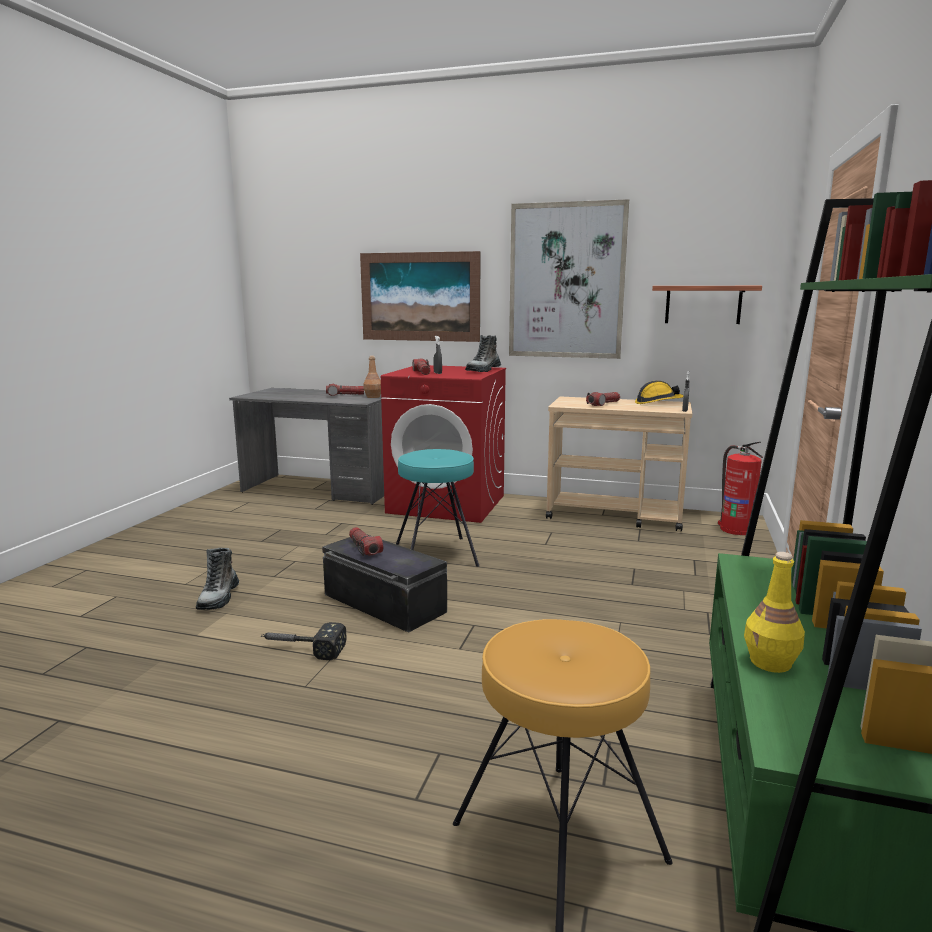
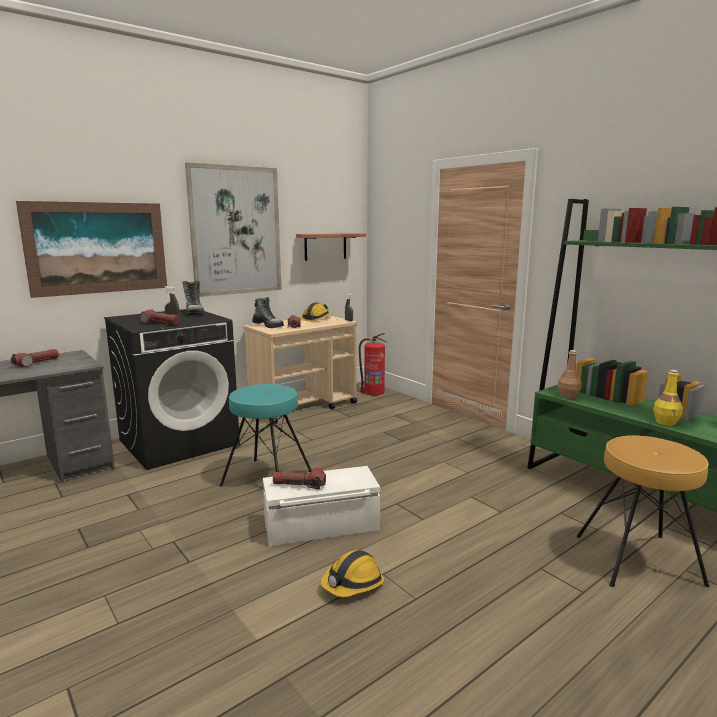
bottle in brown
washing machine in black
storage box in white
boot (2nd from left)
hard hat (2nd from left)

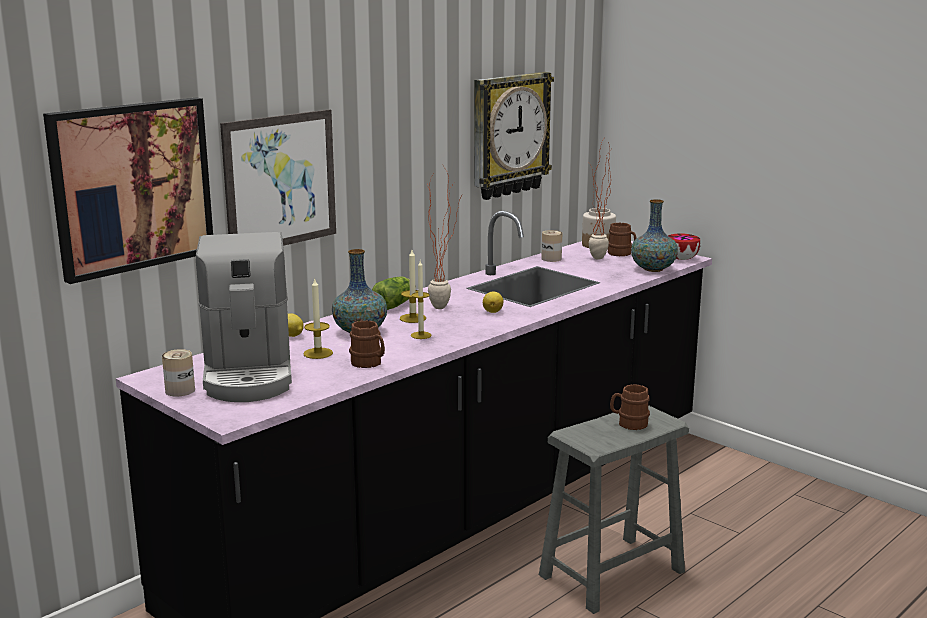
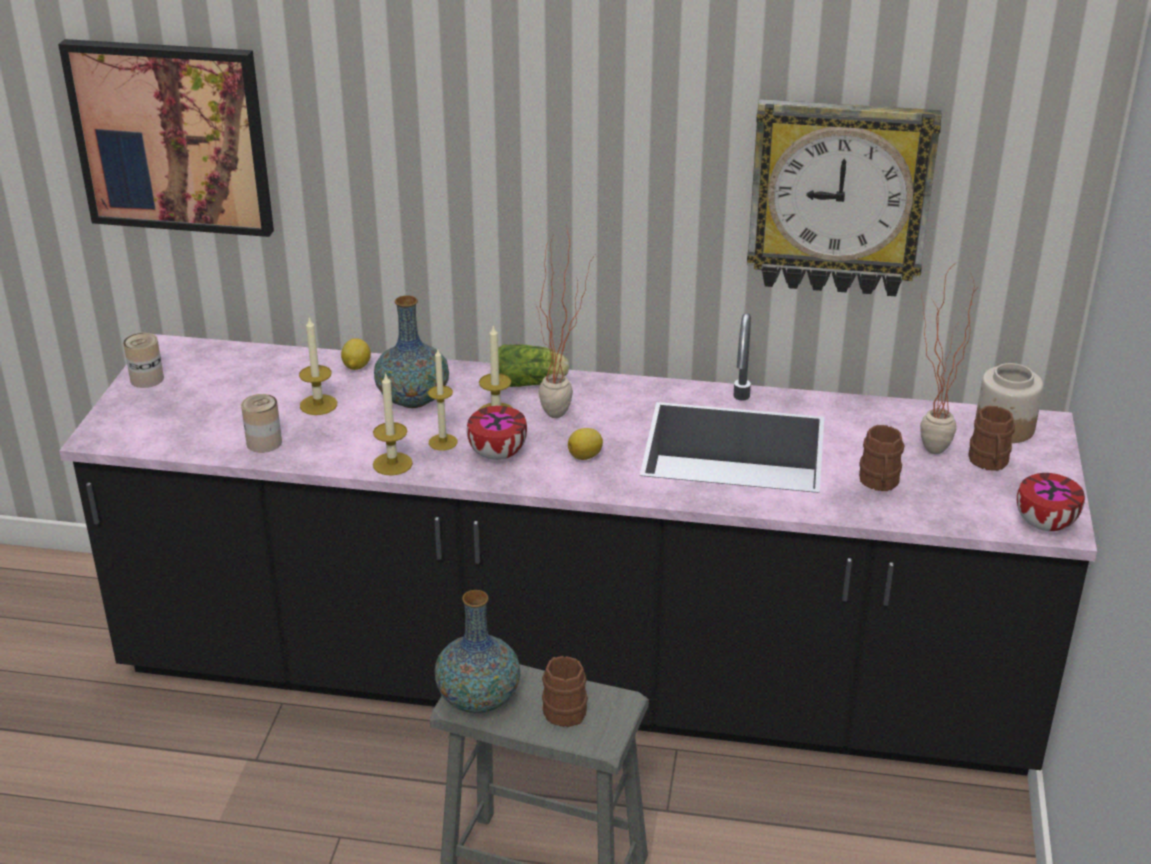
picture (2nd from left in the first image)
vase (2nd from left)
can (2nd from left)
coffee machine
mug in brown (2nd from left)
candle (2nd from left)
bowl (1st from left)

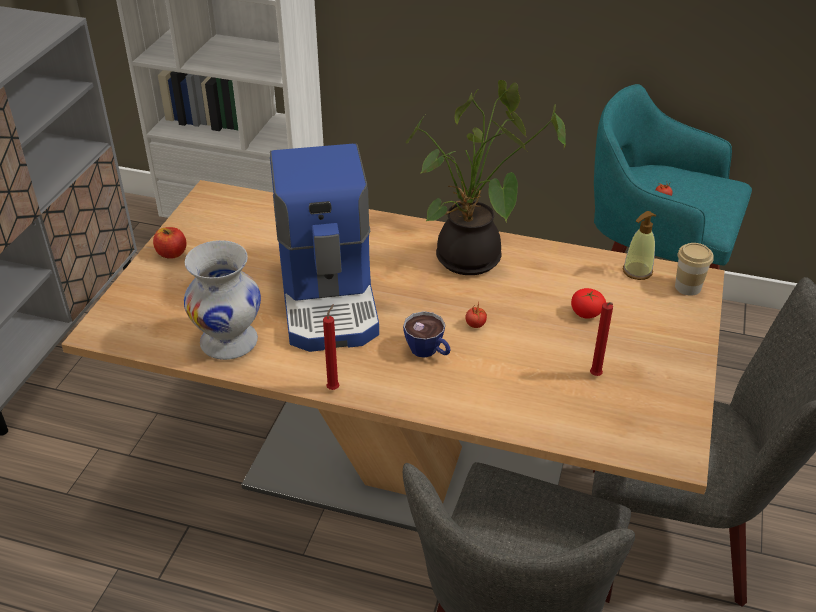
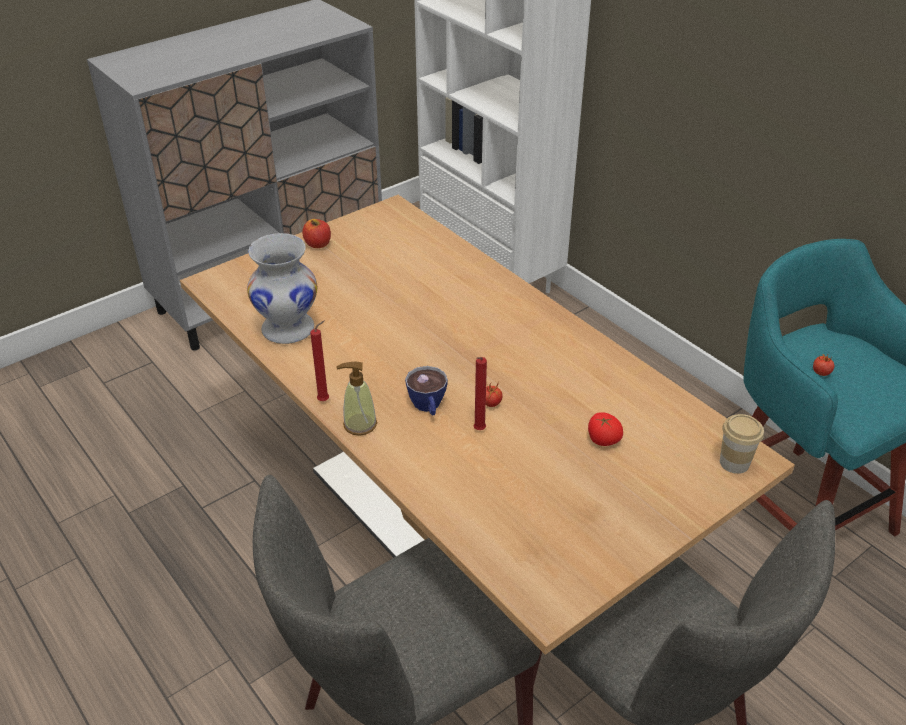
potted plant
coffee machine
soap dispenser
candle in red (2nd from left)

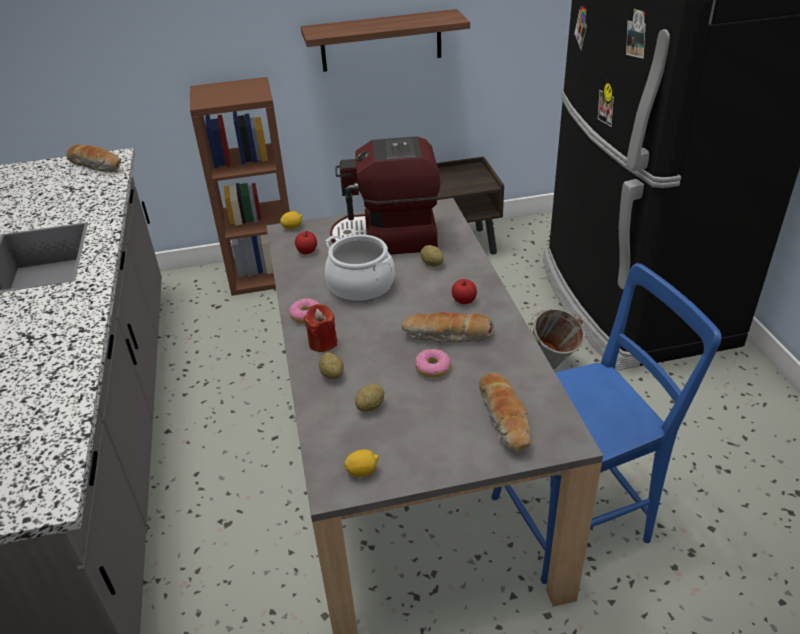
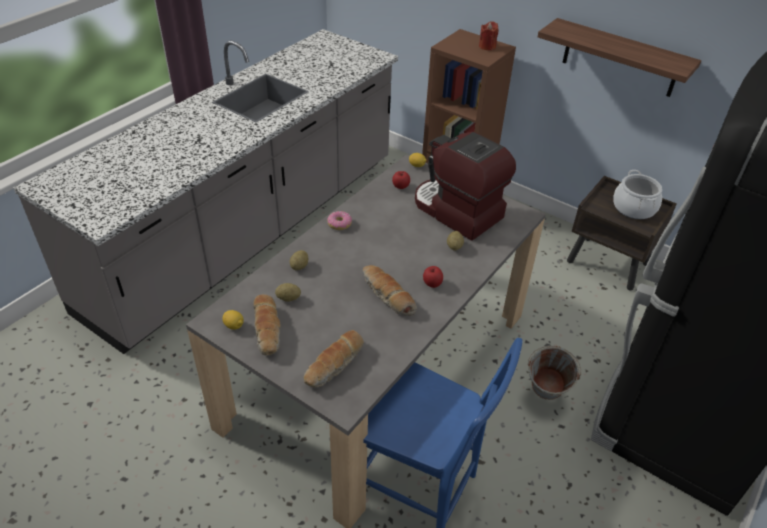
bread (1st from left)
cooking pot
candle in red
donut (2nd from left in the first image)

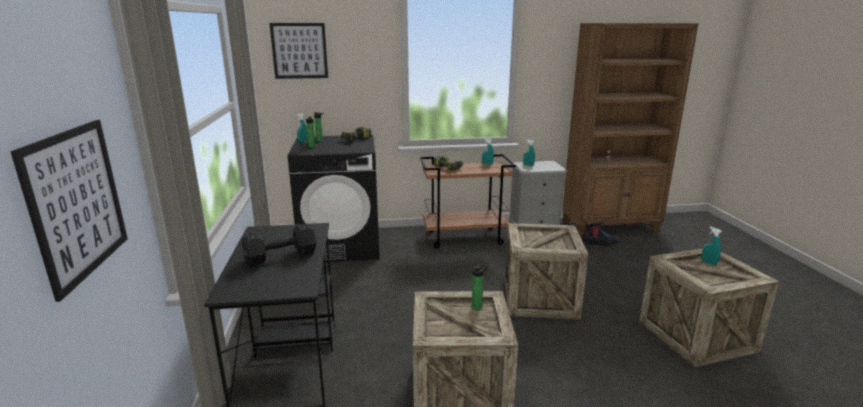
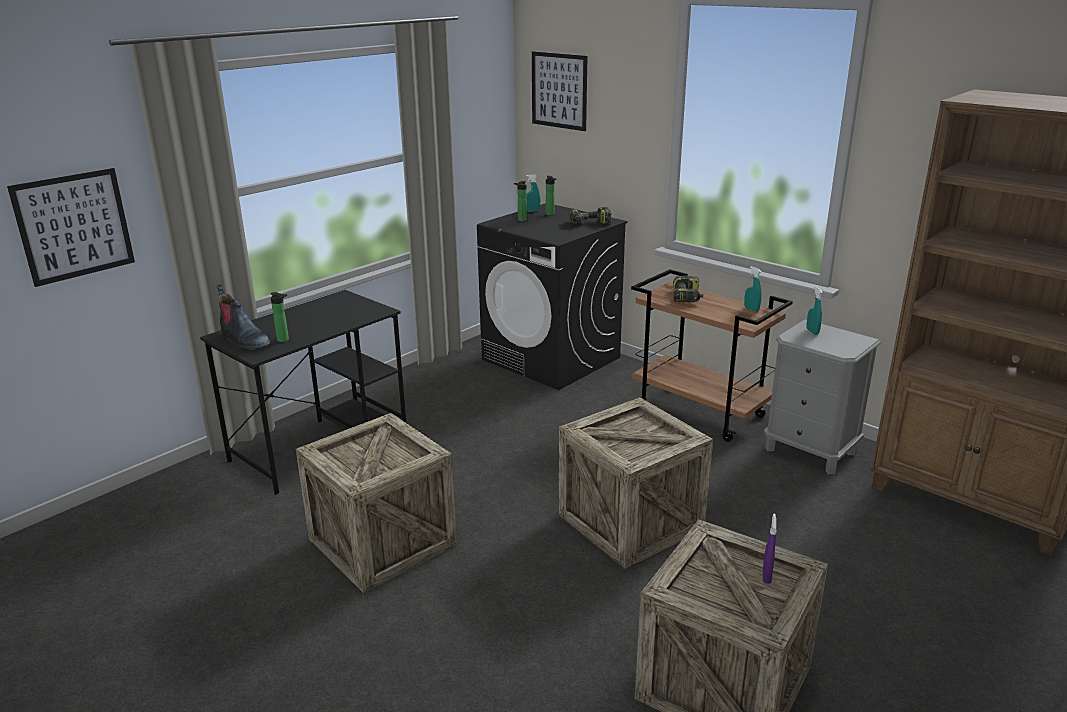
boot
dumbbell in black
spray bottle in purple
bottle (1st from left)

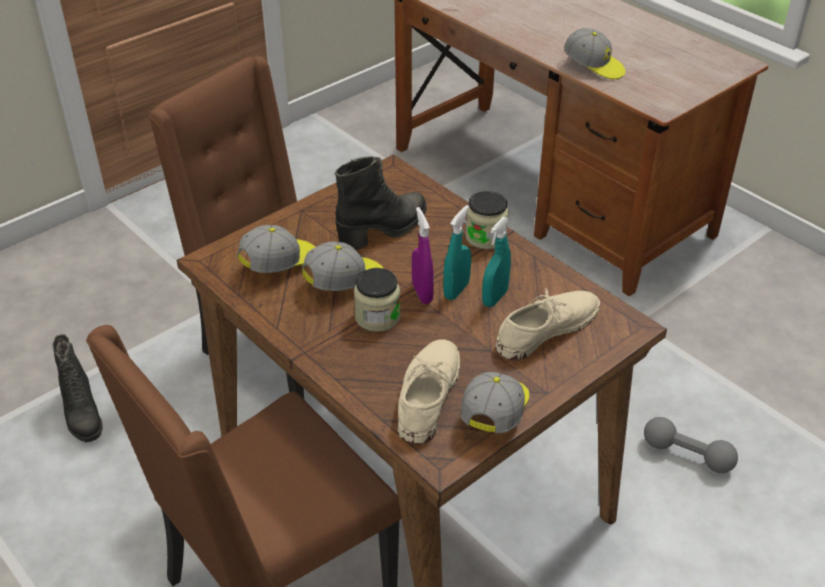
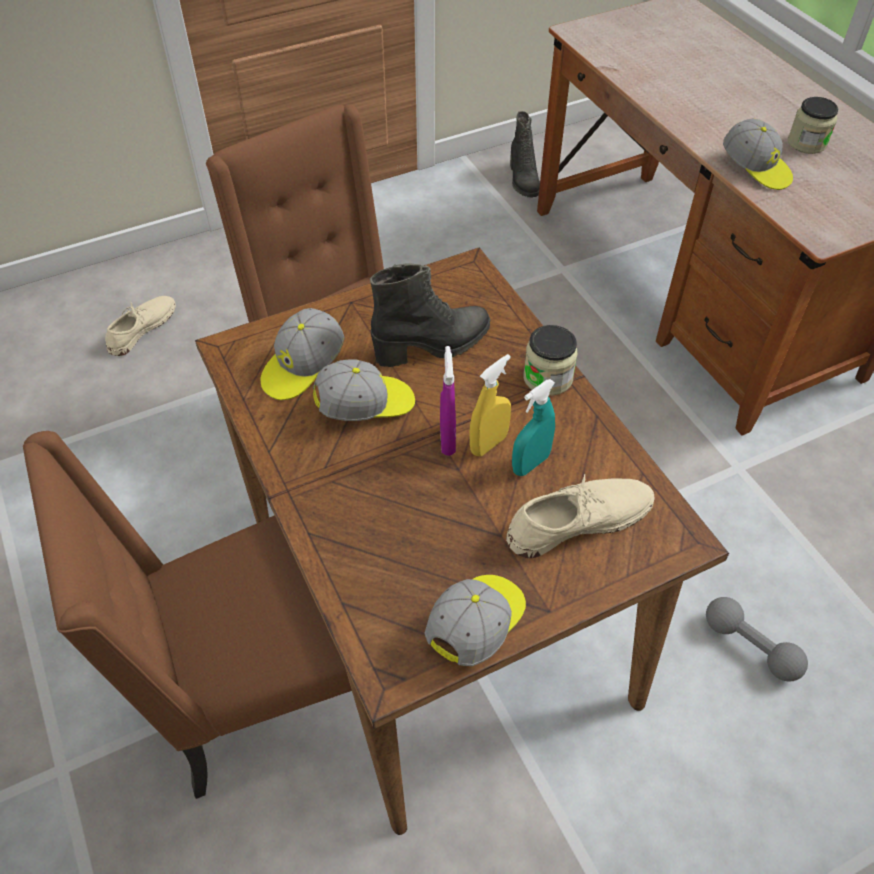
spray bottle in yellow
cap (1st from left)
jar (2nd from left)
boot in black (2nd from left)
shoe in beige (1st from left)

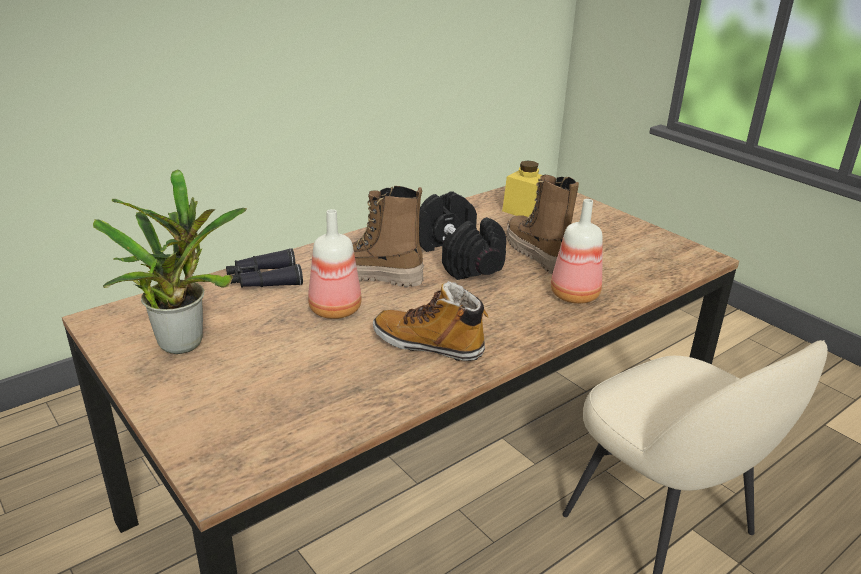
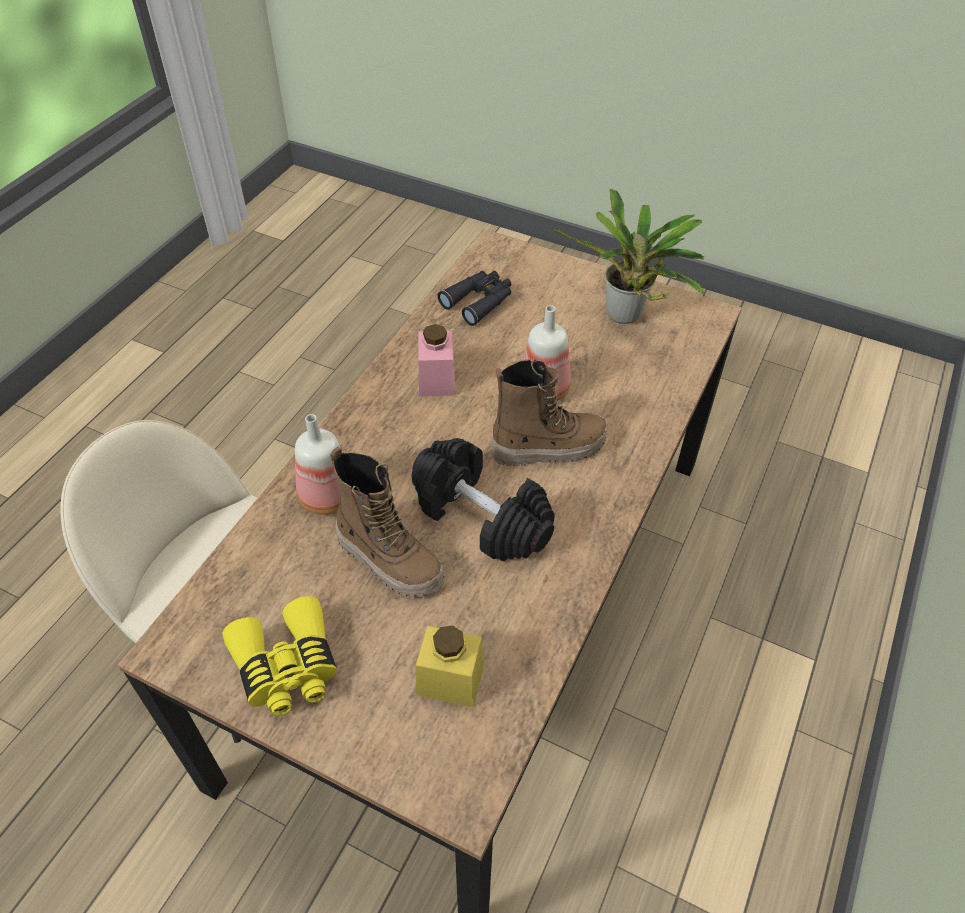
binoculars in black
jar in pink
binoculars in yellow

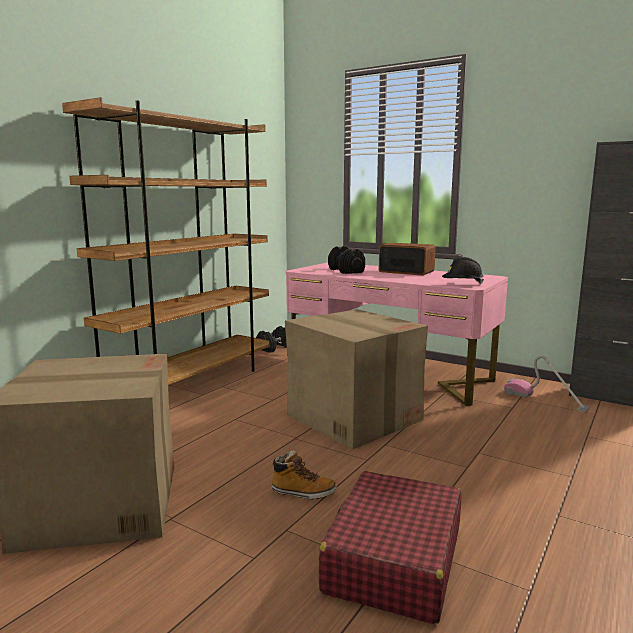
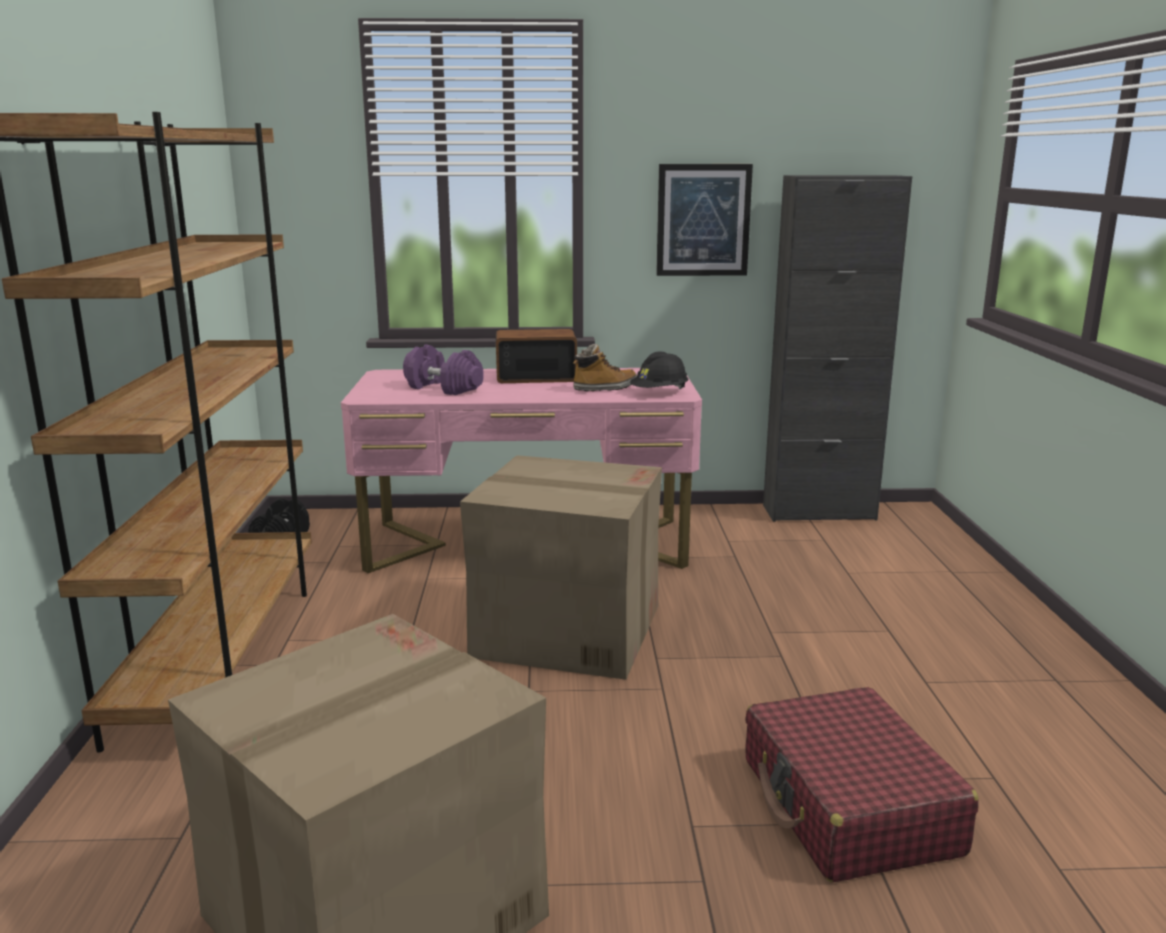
dumbbell in purple
vacuum cleaner
boot
picture

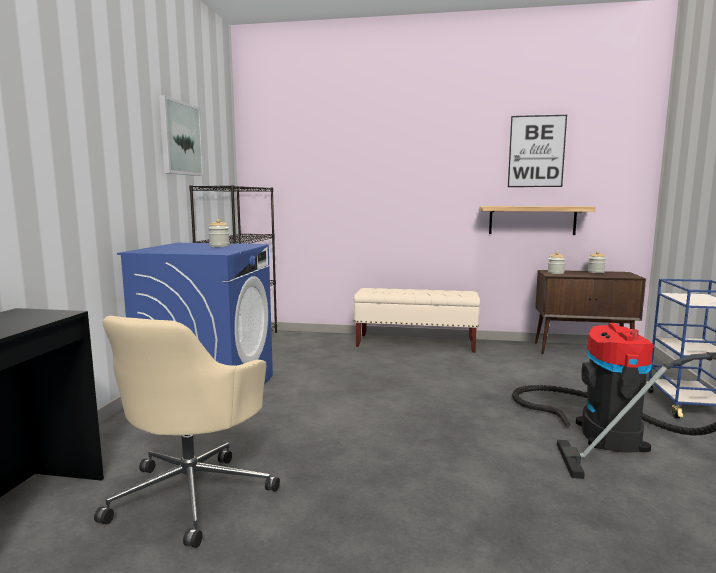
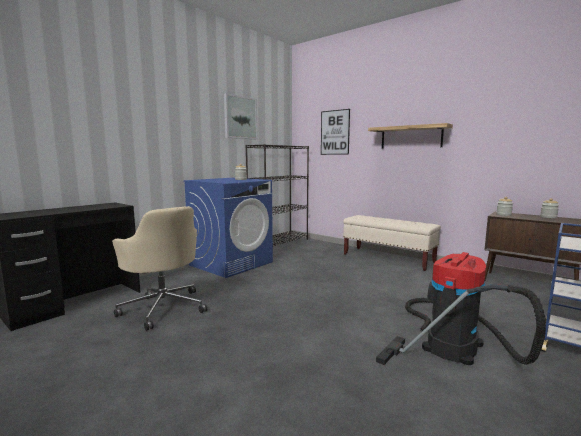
picture (2nd from left)
shelf
office chair in beige

